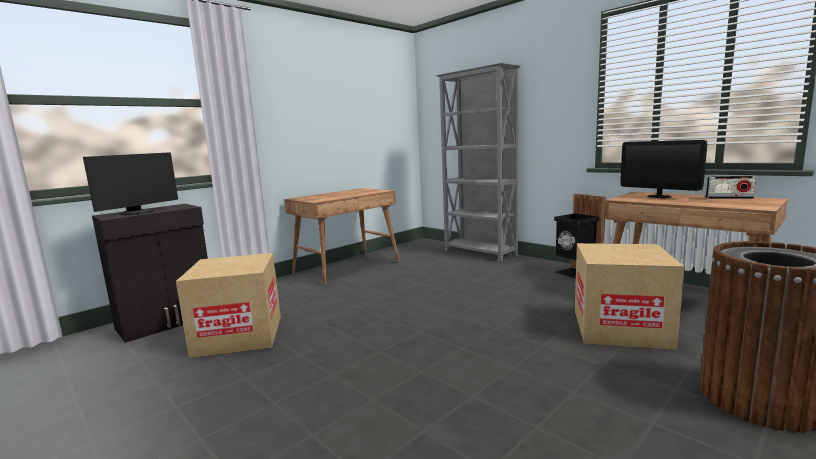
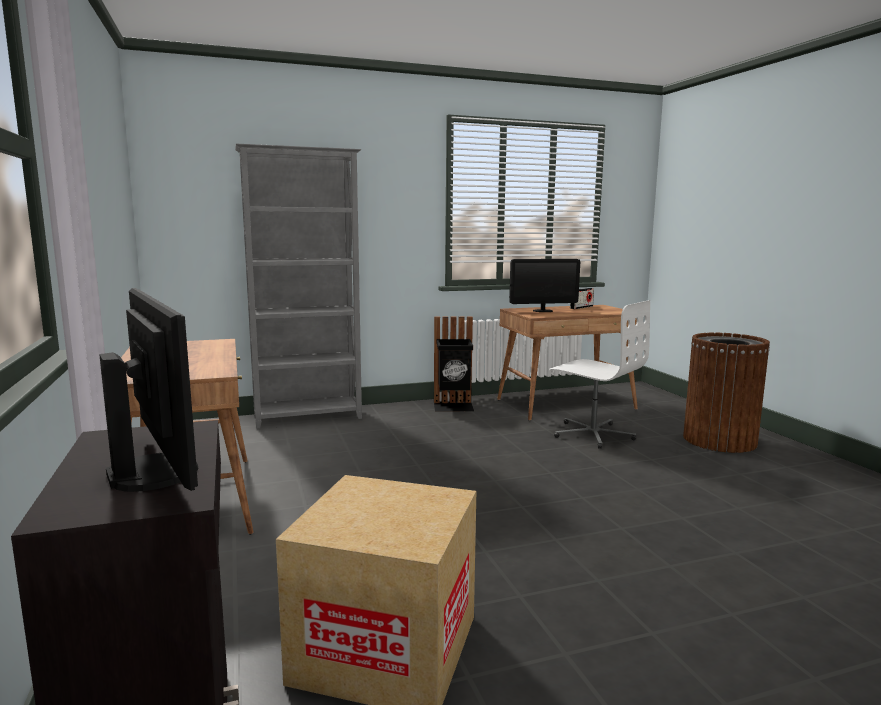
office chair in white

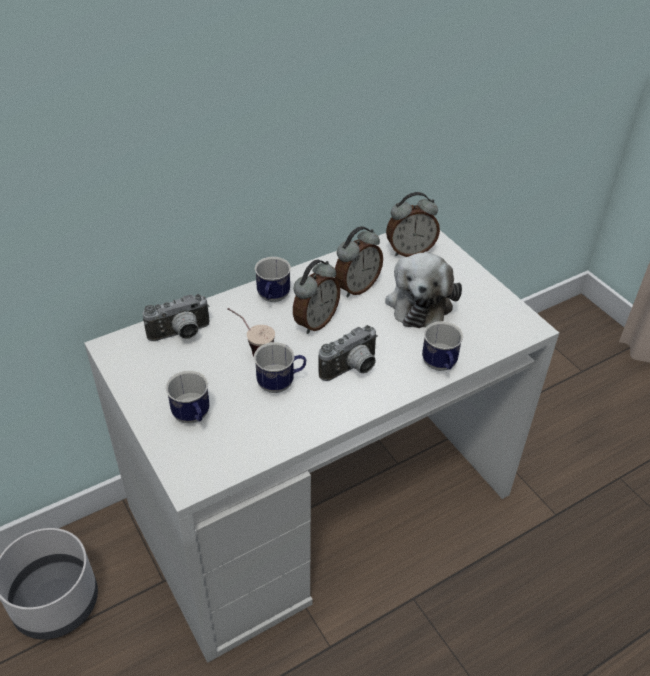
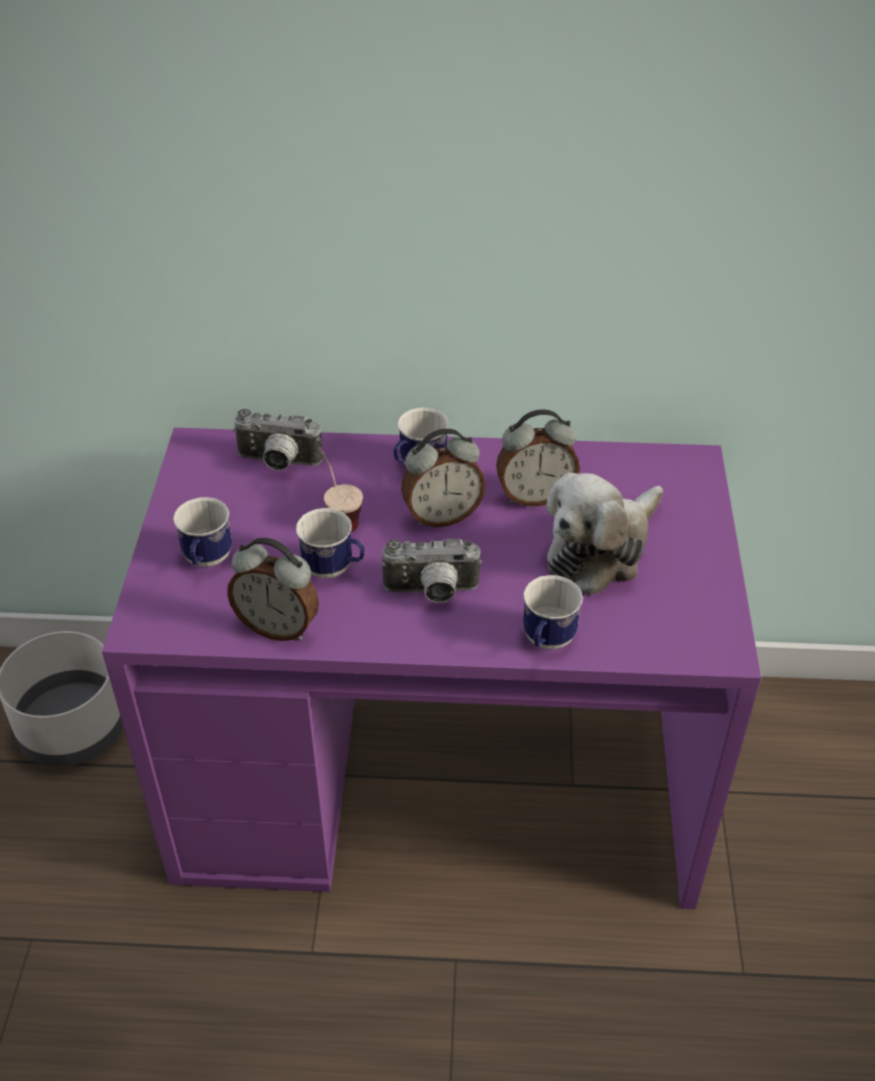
alarm clock (1st from left)
desk in purple

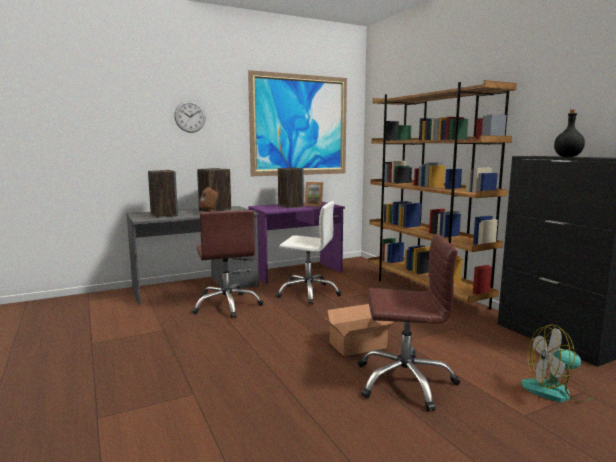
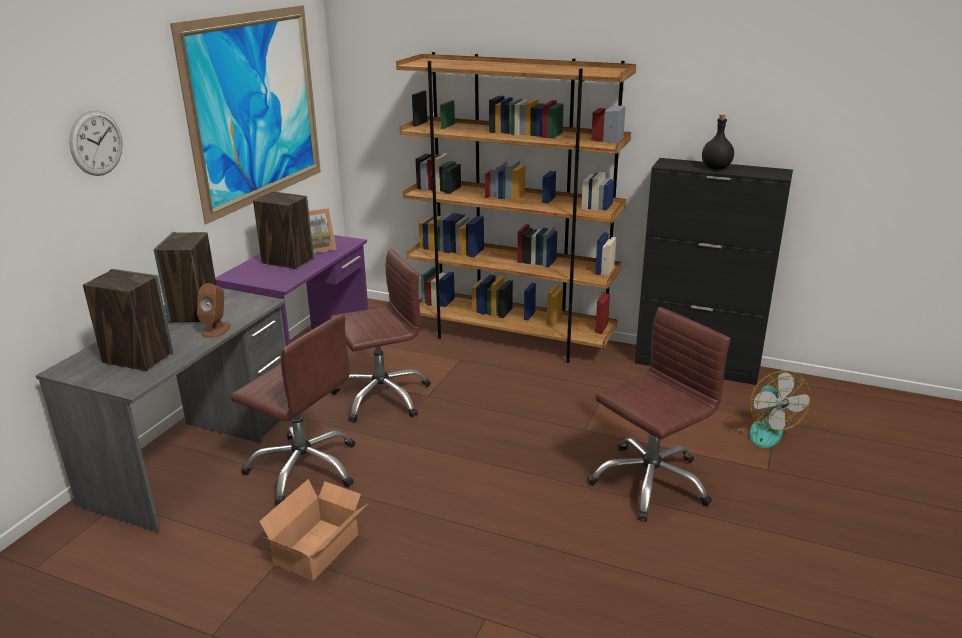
office chair in brown (2nd from left)
cardboard box
fan

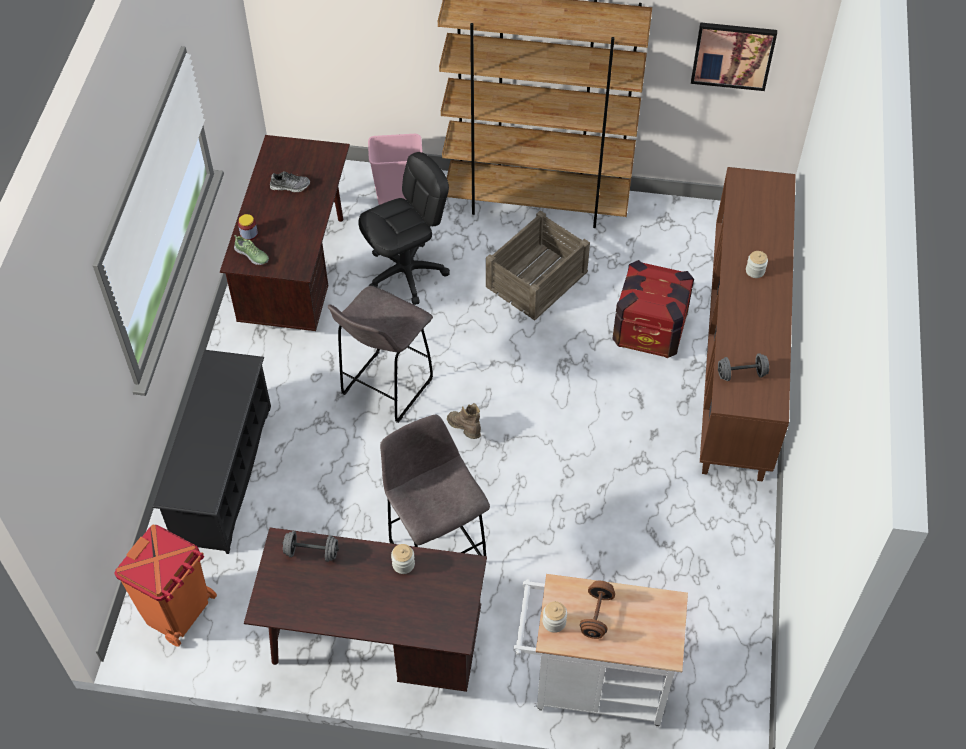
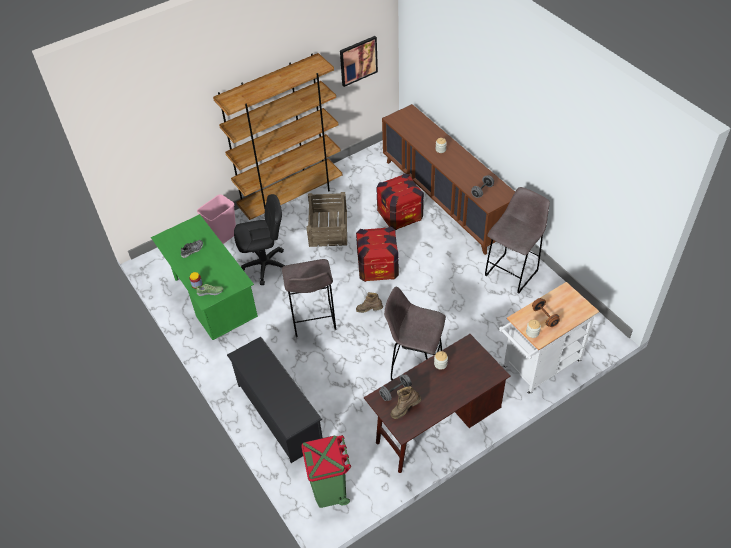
desk in green
office chair in black
trash can in green
stool in grey (3rd from left)
crate (2nd from left)
boot in brown (2nd from left)

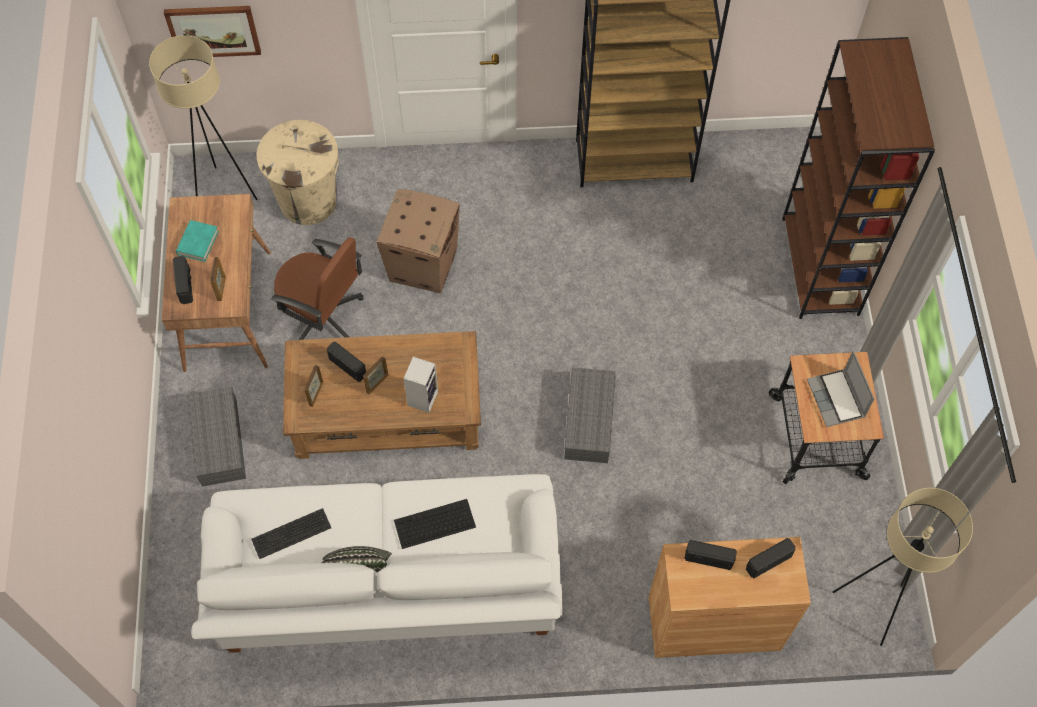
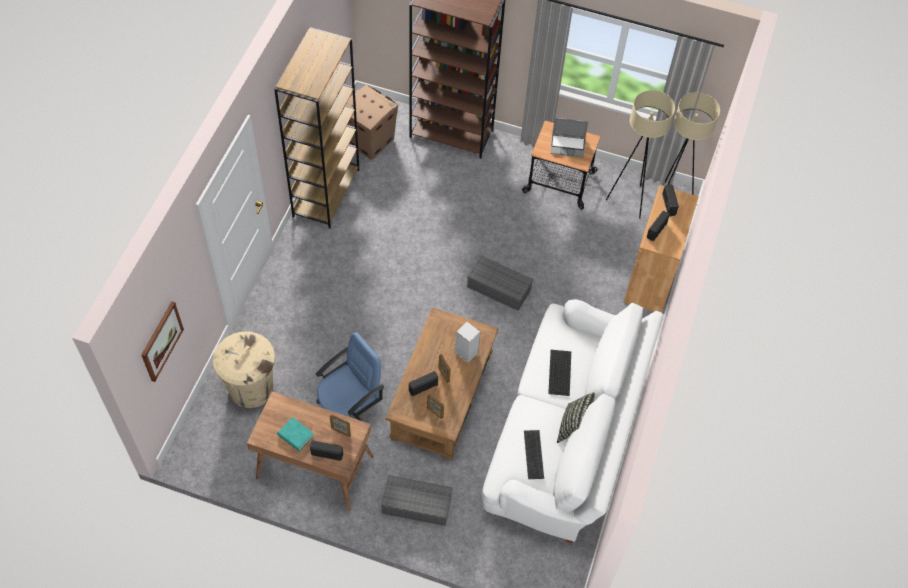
floor lamp in beige (1st from left)
cardboard box
office chair in blue

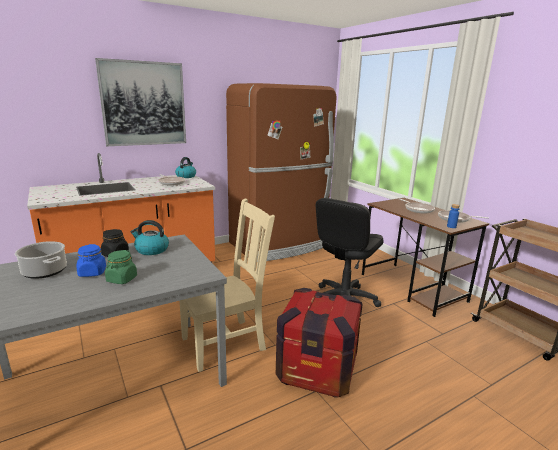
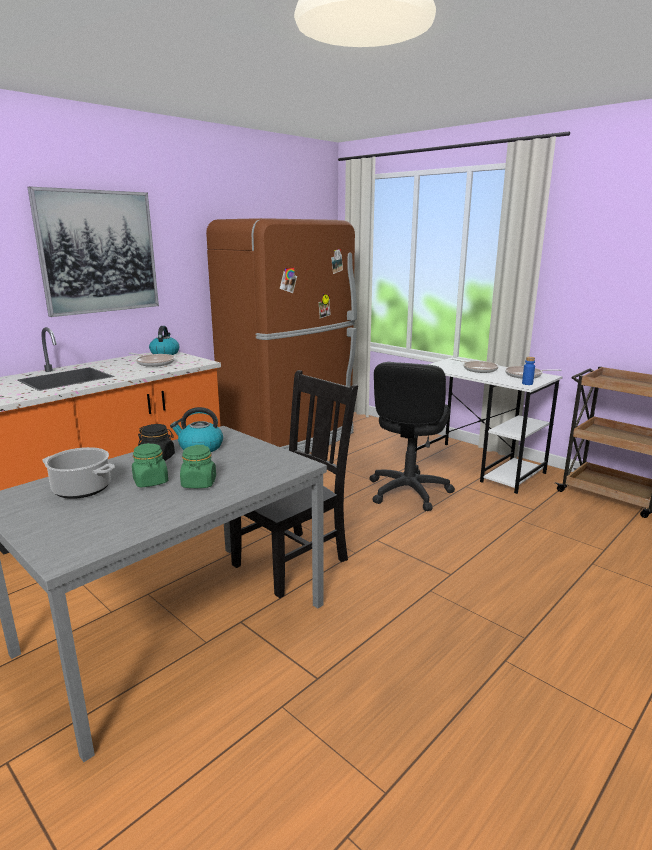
desk in white
chair in black
jar in green (1st from left)
crate

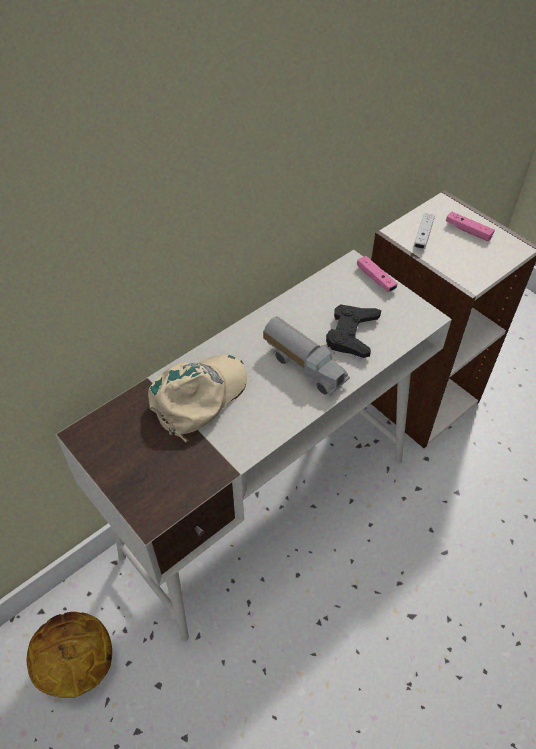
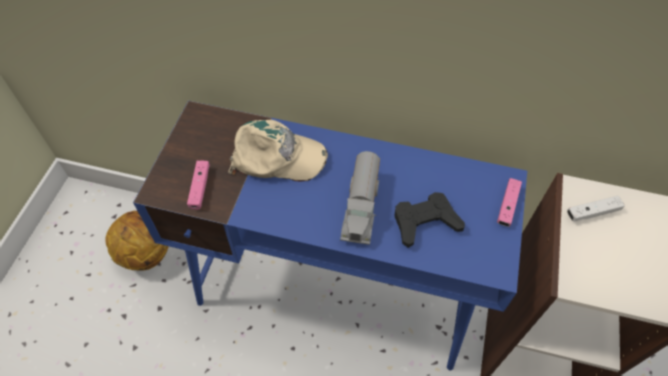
game controller in pink (1st from left)
desk in blue

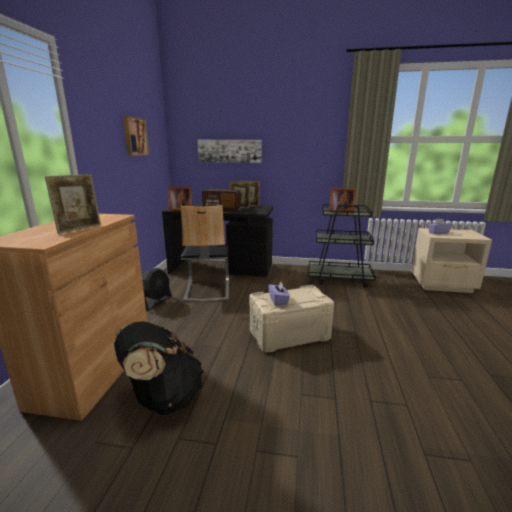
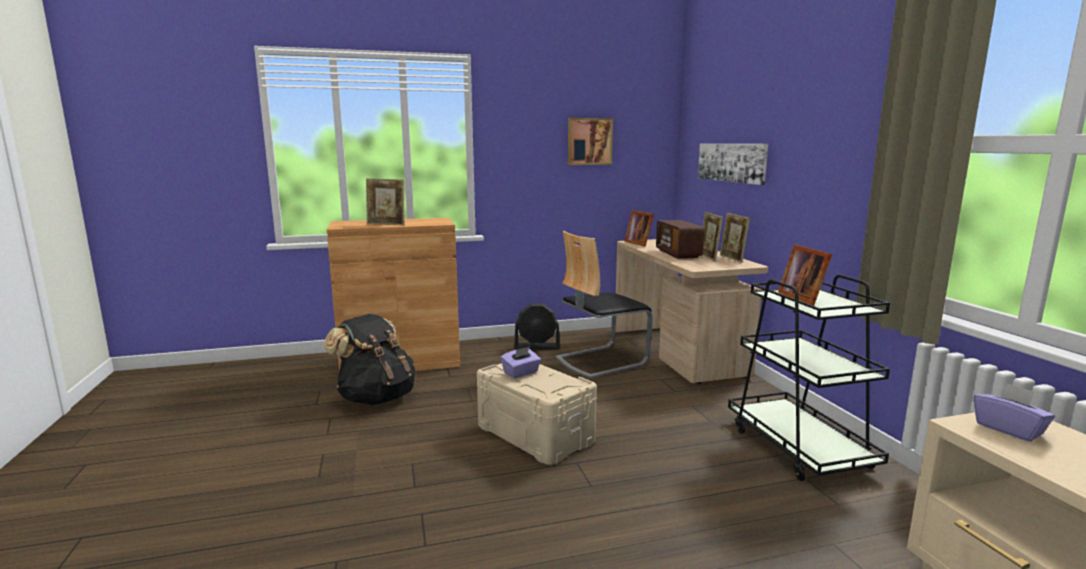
desk in beige

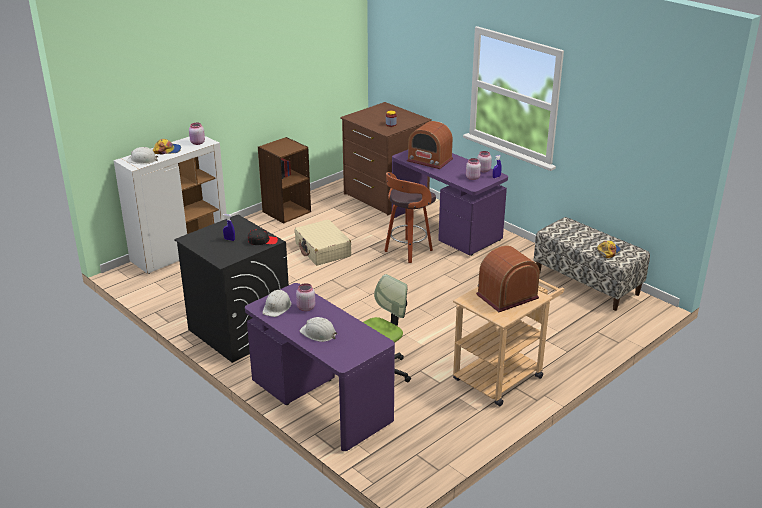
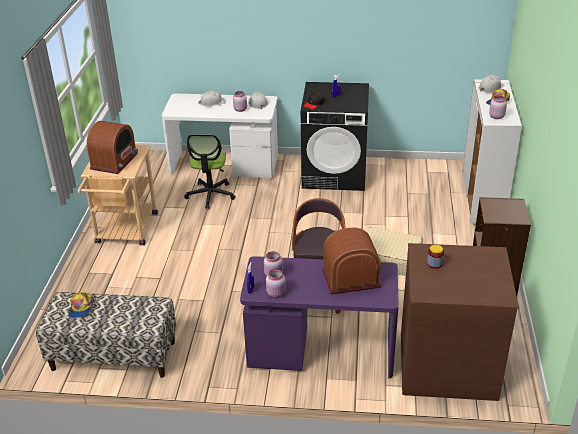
desk in white

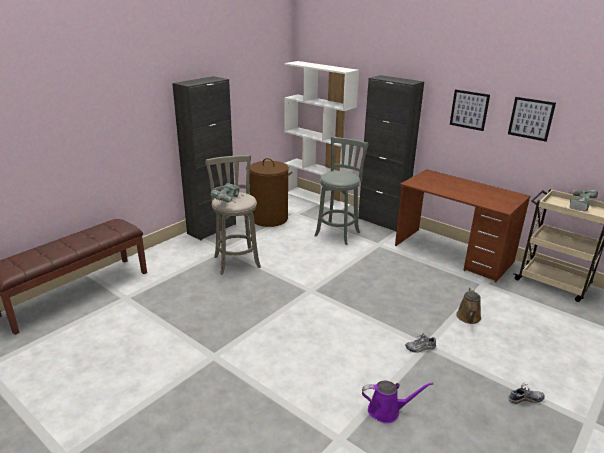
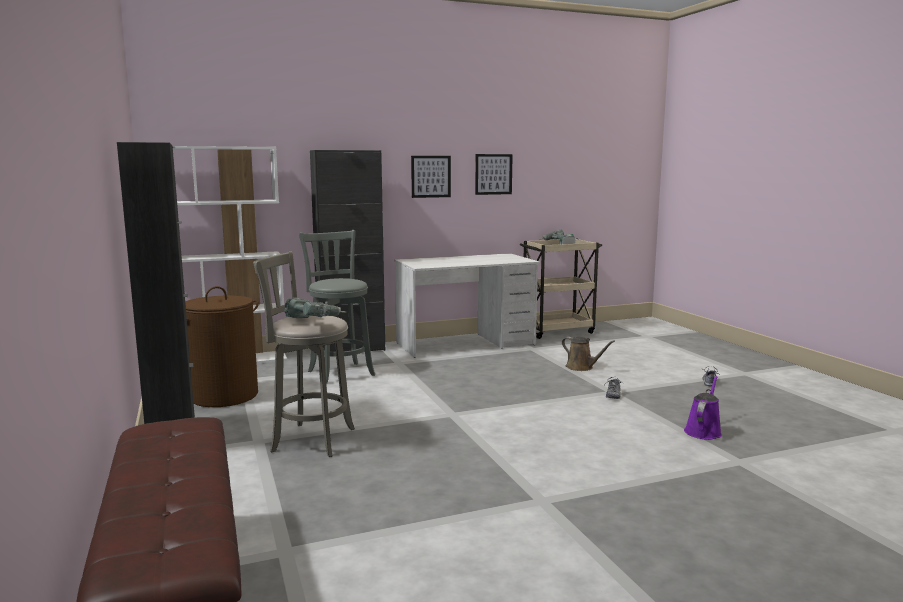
desk in white

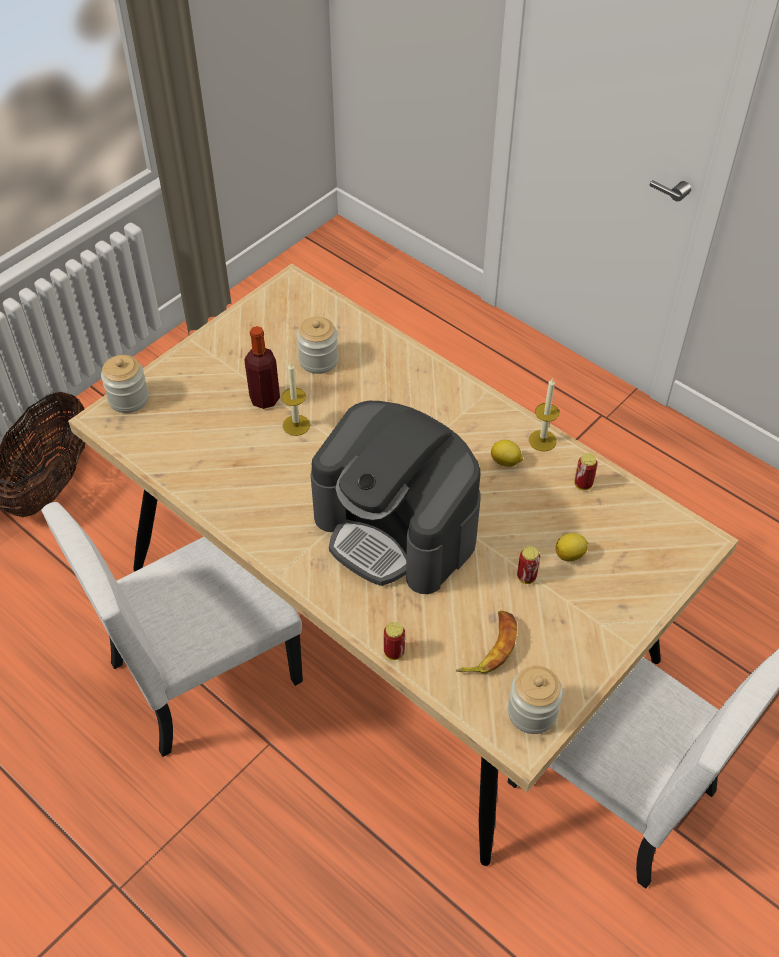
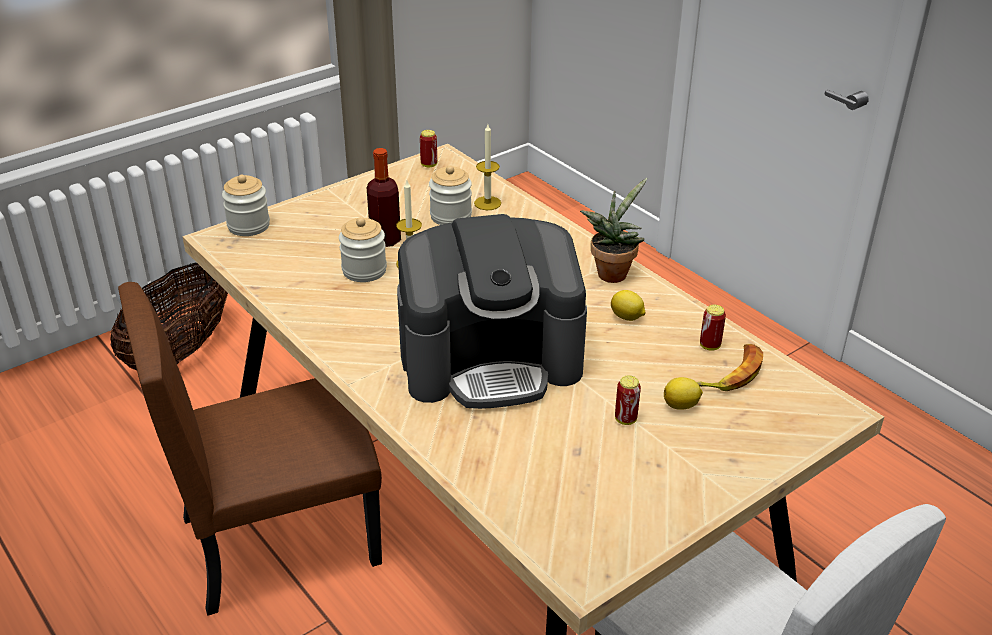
candle (2nd from left)
coffee machine
chair in brown
banana
can (1st from left)
jar (2nd from left)
potted plant

